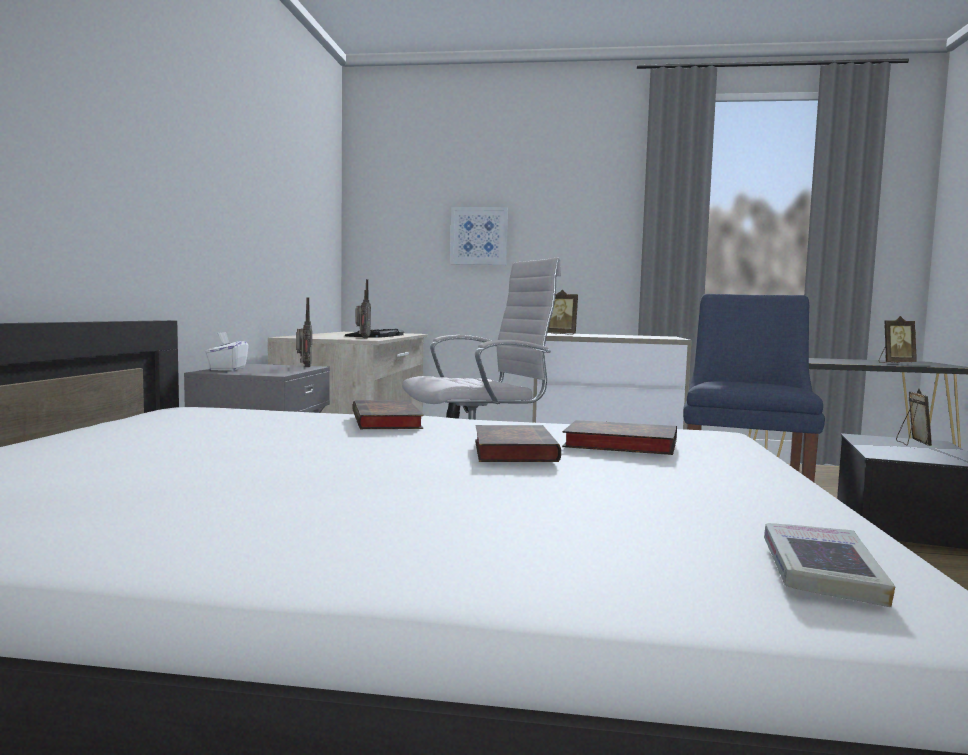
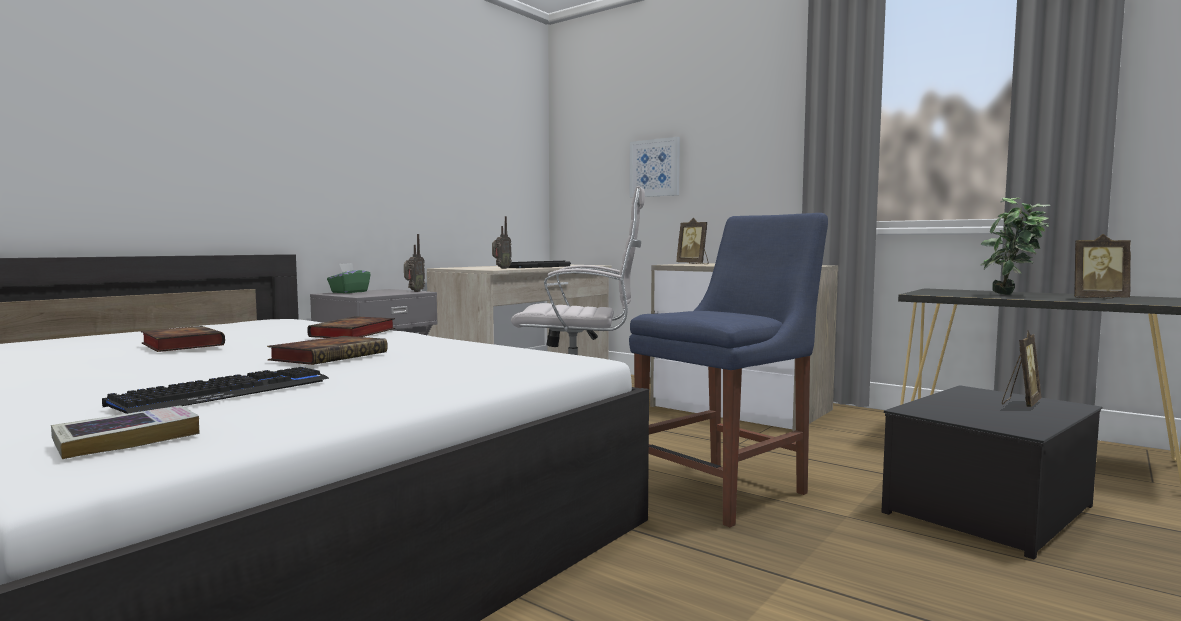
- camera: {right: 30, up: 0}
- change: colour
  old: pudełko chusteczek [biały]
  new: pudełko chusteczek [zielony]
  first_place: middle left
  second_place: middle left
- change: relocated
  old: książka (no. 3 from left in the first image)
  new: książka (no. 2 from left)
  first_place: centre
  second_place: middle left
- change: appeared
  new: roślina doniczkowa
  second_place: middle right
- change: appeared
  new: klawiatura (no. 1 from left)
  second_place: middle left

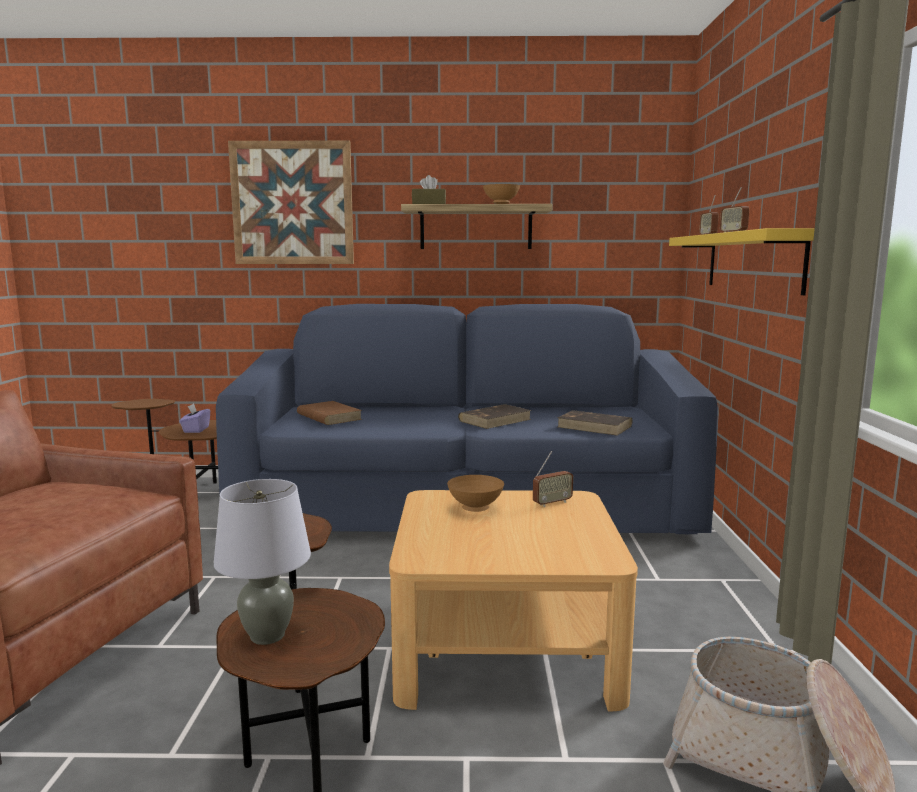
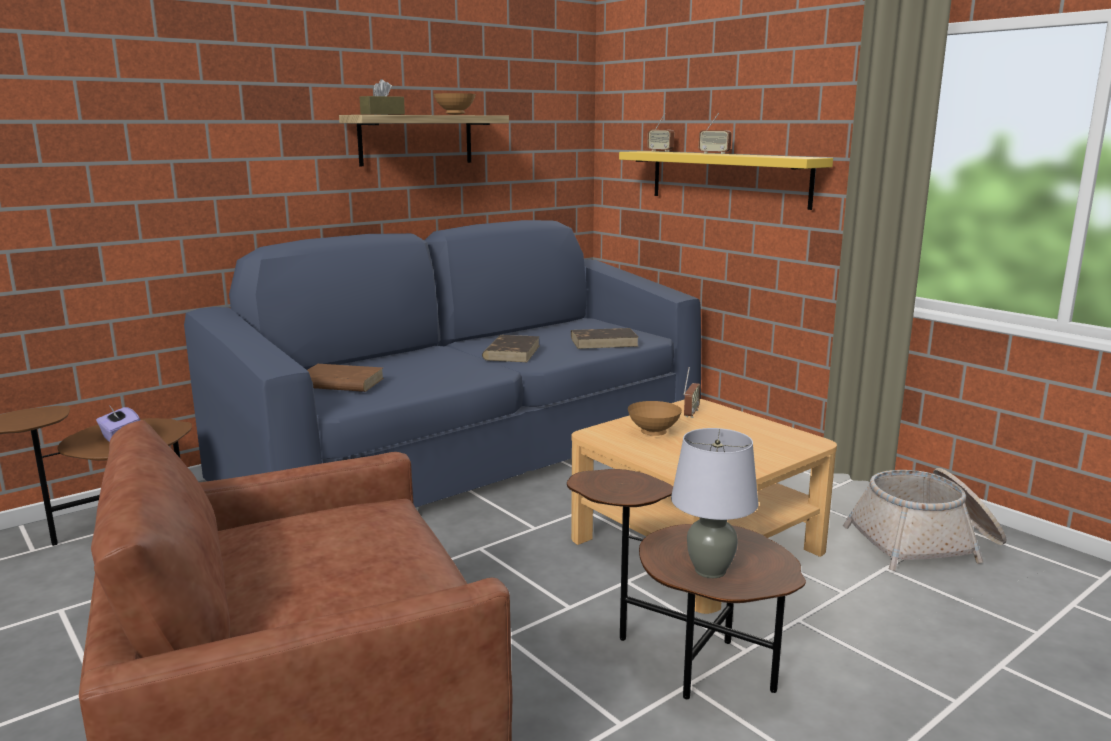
- camera: {right: -40, up: 5}
- change: missing
  old: obraz
  first_place: top left

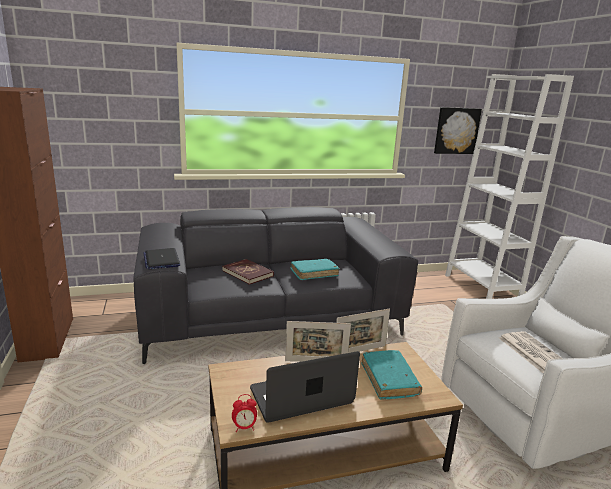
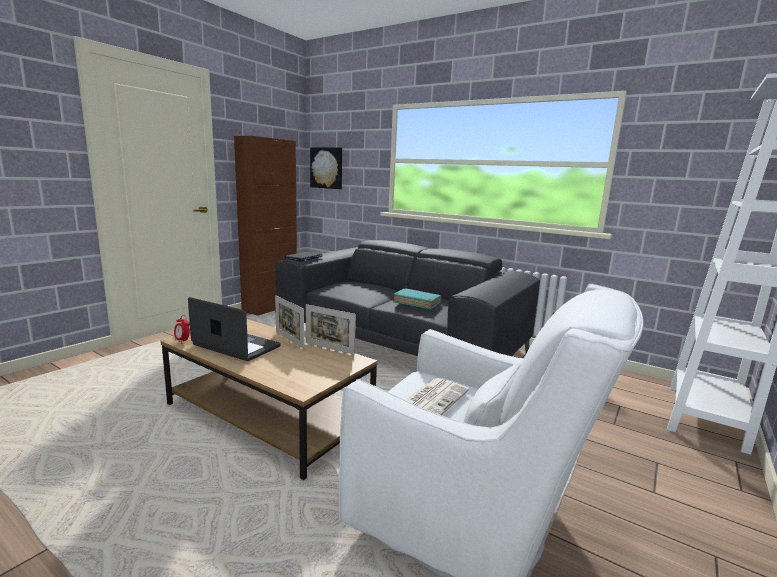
- camera: {right: 50, up: -5}
- change: relocated
  old: obraz
  first_place: top right
  second_place: top centre
- change: missing
  old: książka [czerwony]
  first_place: centre
- change: missing
  old: książka [turkusowy] (no. 2 from left)
  first_place: bottom centre

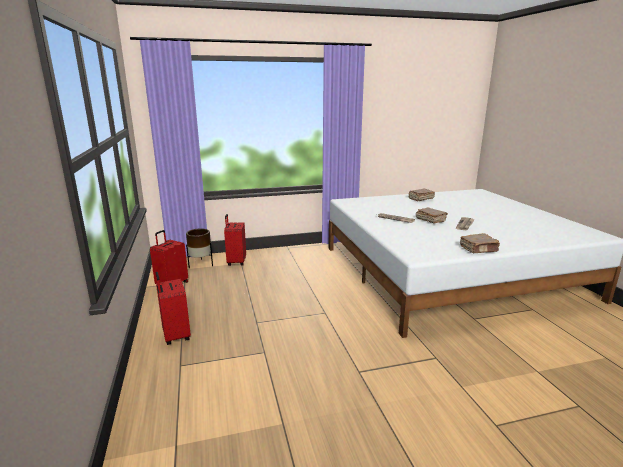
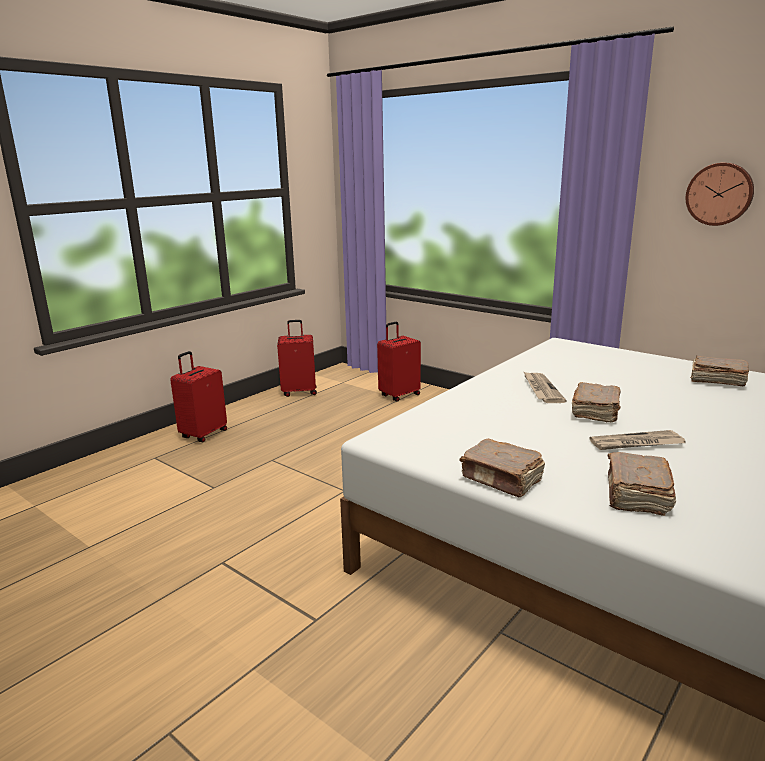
- camera: {right: 55, up: 0}
- change: missing
  old: donica [brązowy]
  first_place: middle left
- change: appeared
  new: zegar ścienny
  second_place: top right
- change: appeared
  new: książka [brązowy] (no. 3 from left)
  second_place: middle right

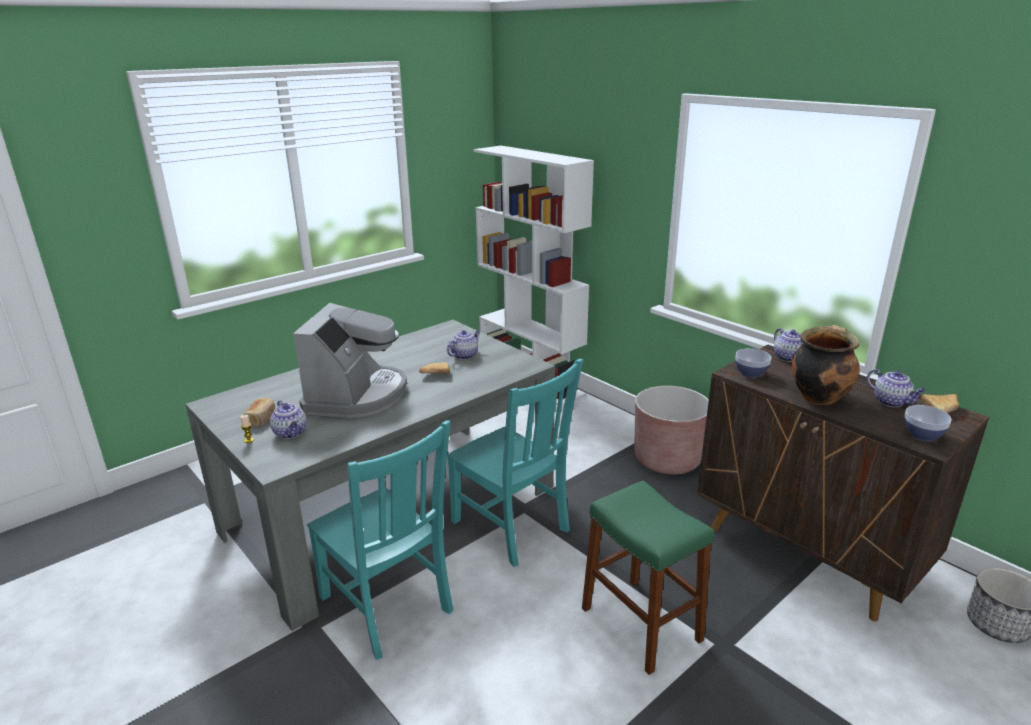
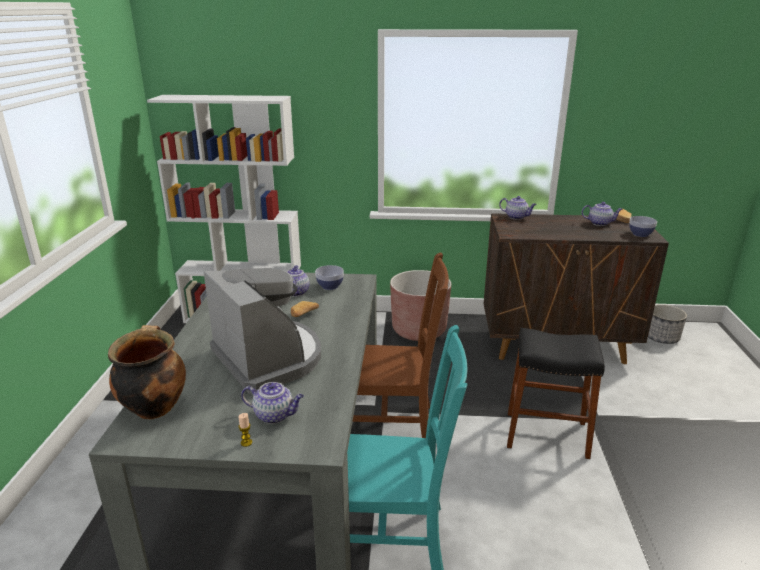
- camera: {right: -45, up: 0}
- change: relocated
  old: garnek
  first_place: middle right
  second_place: middle left
- change: relocated
  old: miska (no. 1 from left)
  first_place: middle right
  second_place: centre
- change: colour
  old: krzesło [turkusowy] (no. 2 from left)
  new: krzesło [brązowy]
  first_place: centre
  second_place: centre
- change: missing
  old: chleb (no. 1 from left)
  first_place: middle left
- change: colour
  old: stołek [zielony]
  new: stołek [czarny]
  first_place: bottom centre
  second_place: bottom right

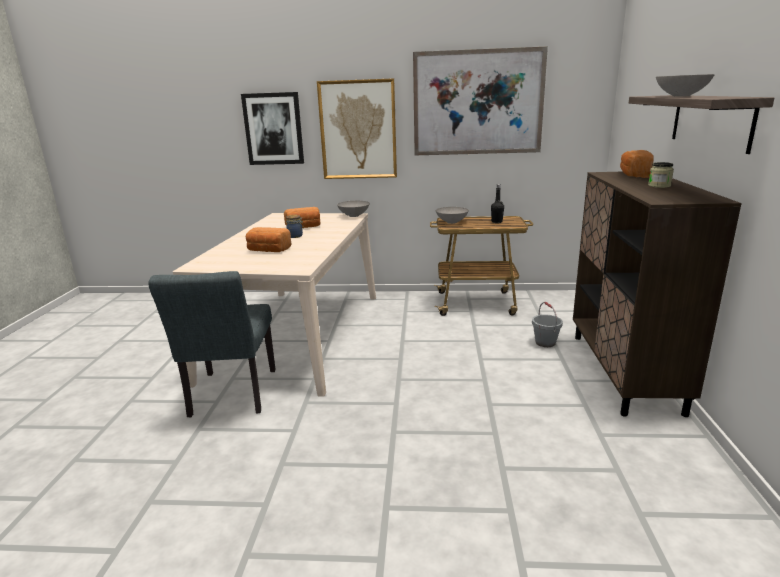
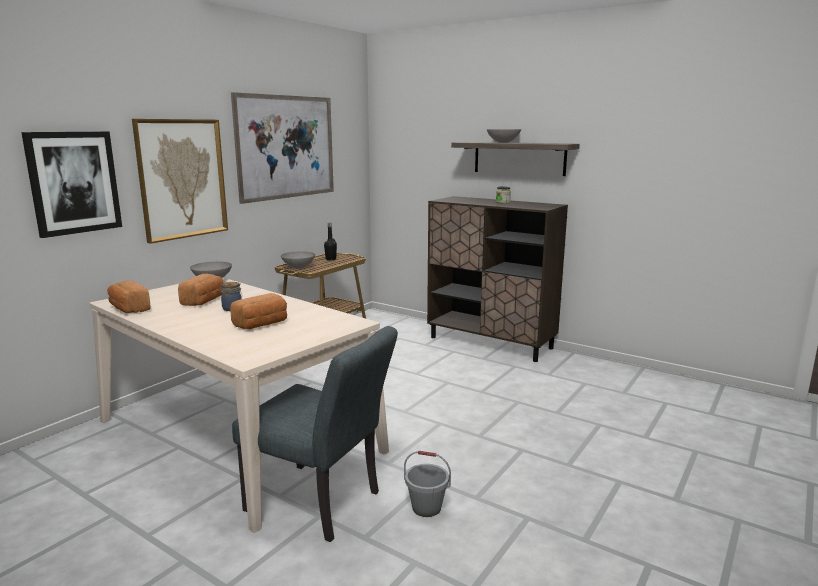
- camera: {right: -60, up: -5}
- change: relocated
  old: chleb (no. 3 from left in the first image)
  new: chleb (no. 1 from left)
  first_place: top right
  second_place: middle left
- change: relocated
  old: wiadro [szary]
  first_place: middle right
  second_place: bottom centre

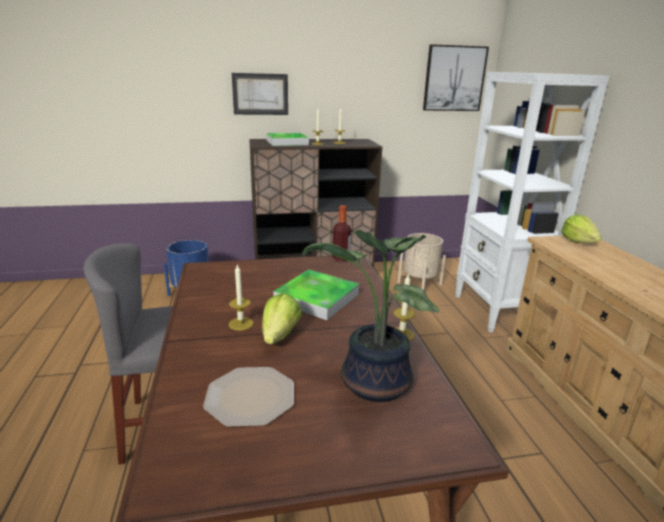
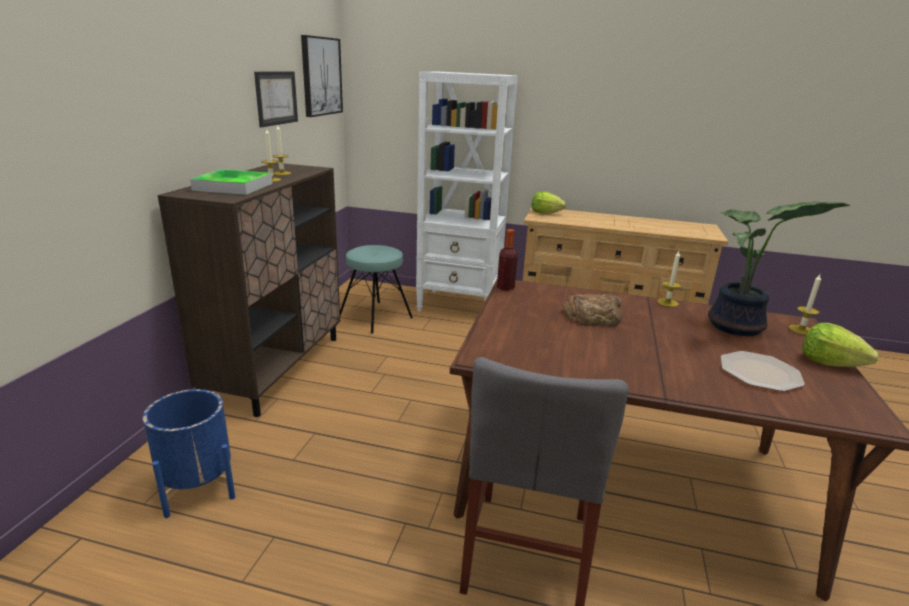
- camera: {right: -65, up: 0}
- change: relocated
  old: obraz (no. 1 from left)
  first_place: top centre
  second_place: top left
- change: exchanged
  old: donica [beżowy]
  new: stołek [turkusowy]
  first_place: centre
  second_place: centre
- change: relocated
  old: świeca (no. 1 from left in the first image)
  new: świeca (no. 4 from left)
  first_place: centre
  second_place: middle right
- change: exchanged
  old: taca (no. 2 from left)
  new: chleb
  first_place: centre
  second_place: centre
- change: relocated
  old: sałata (no. 1 from left in the first image)
  new: sałata (no. 2 from left)
  first_place: centre
  second_place: middle right

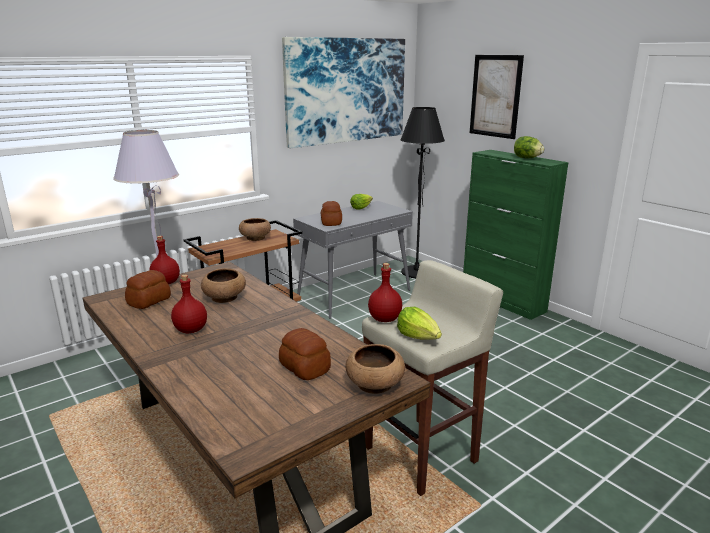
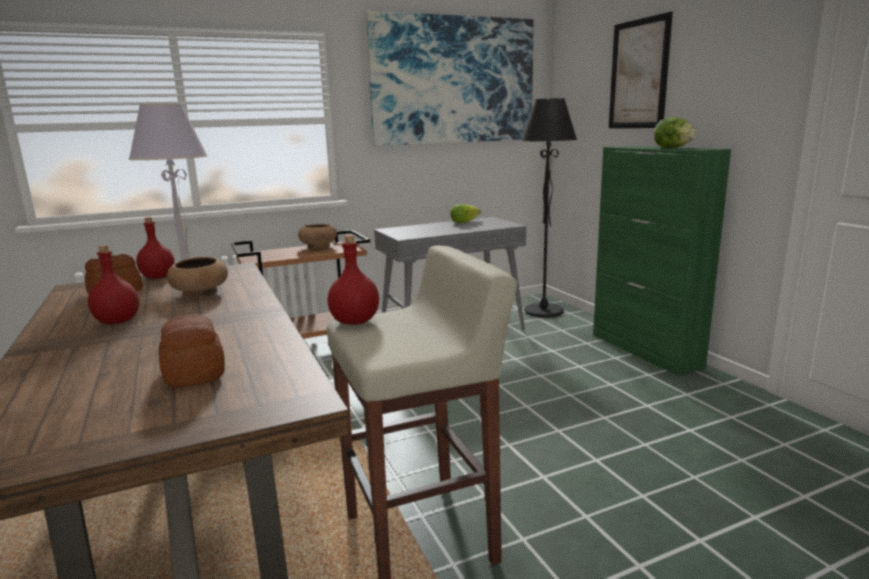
- camera: {right: 15, up: -5}
- change: missing
  old: chleb (no. 3 from left)
  first_place: centre
- change: missing
  old: sałata (no. 2 from left)
  first_place: centre
- change: missing
  old: miska [brązowy] (no. 3 from left)
  first_place: bottom centre

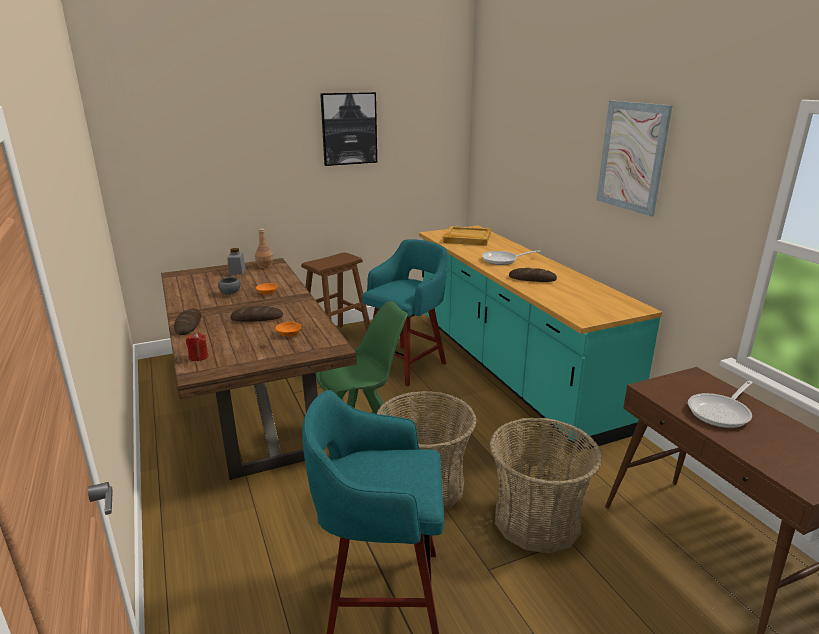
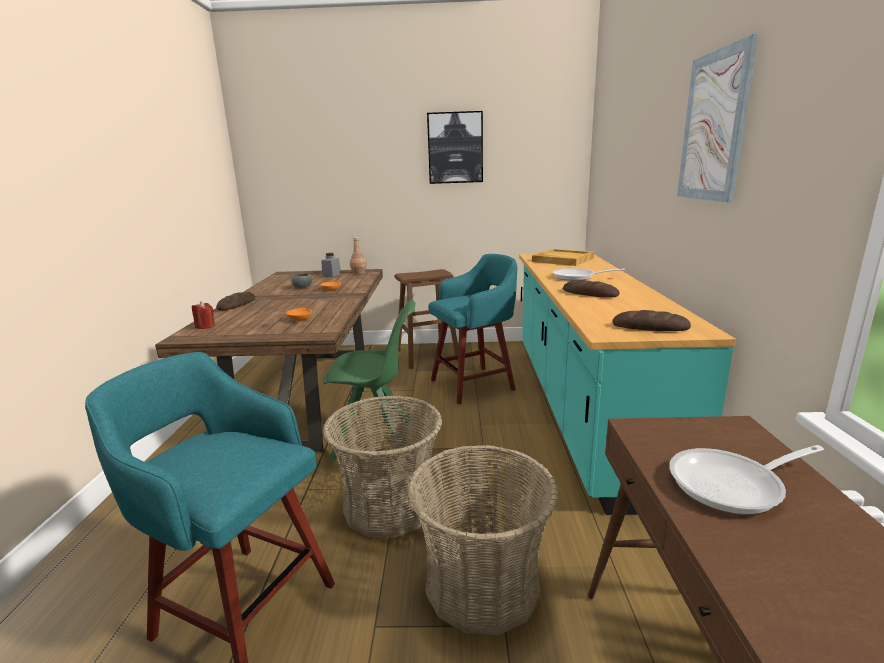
- camera: {right: 25, up: -5}
- change: relocated
  old: chleb (no. 2 from left in the first image)
  new: chleb (no. 3 from left)
  first_place: middle left
  second_place: middle right

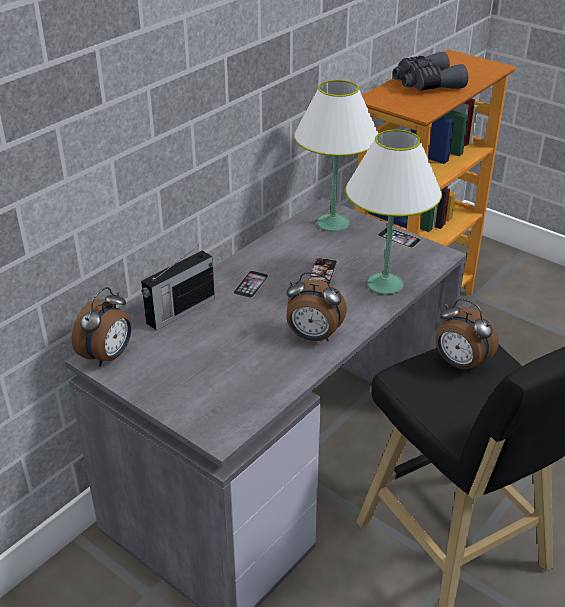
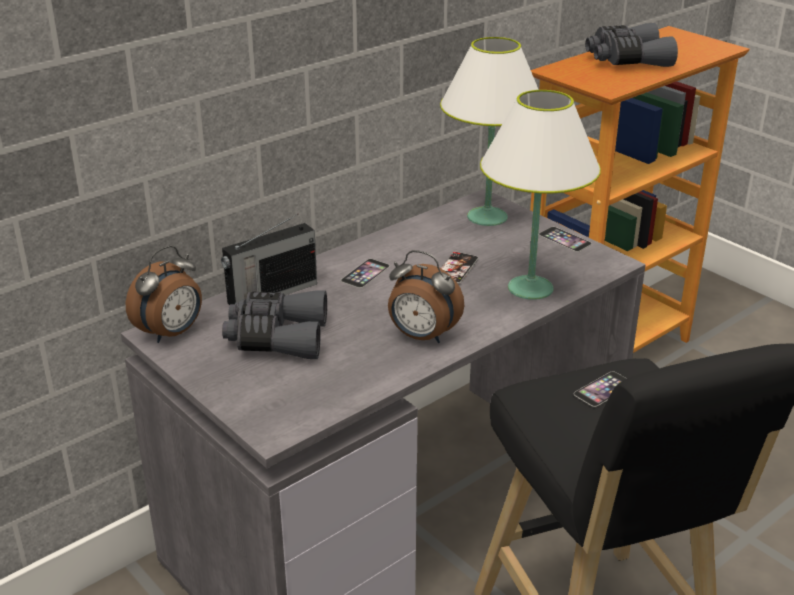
- camera: {right: 10, up: -5}
- change: exchanged
  old: budzik (no. 3 from left)
  new: telefon (no. 4 from left)
  first_place: middle right
  second_place: middle right
- change: appeared
  new: lornetka [szary] (no. 1 from left)
  second_place: centre

